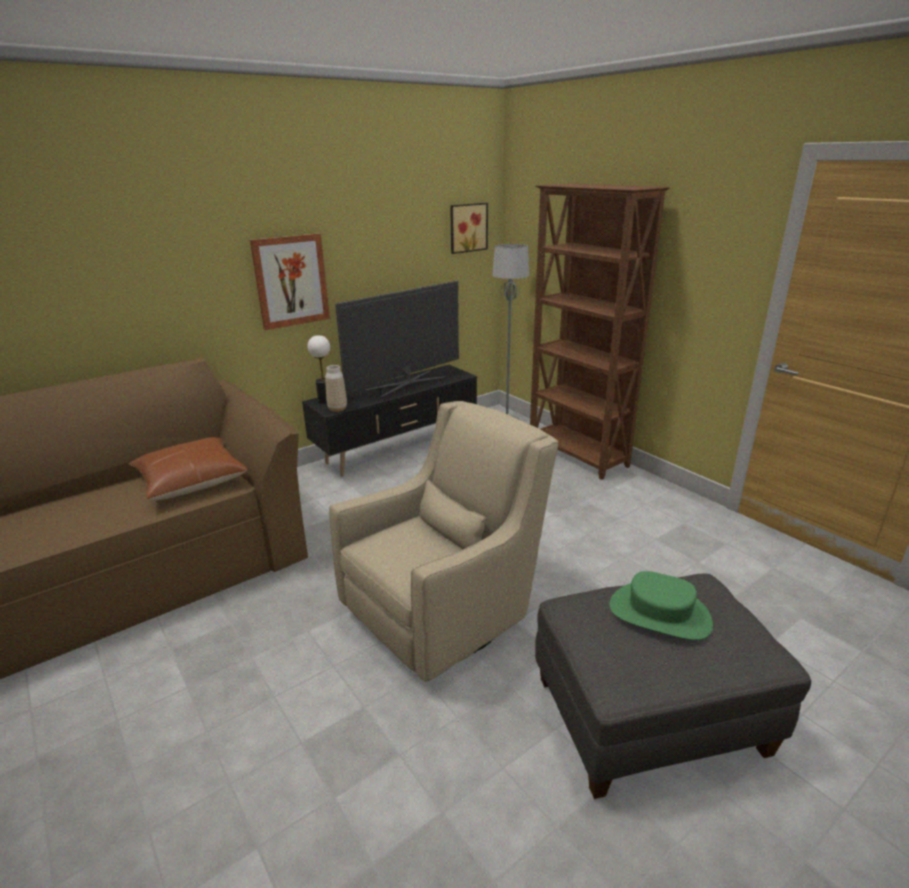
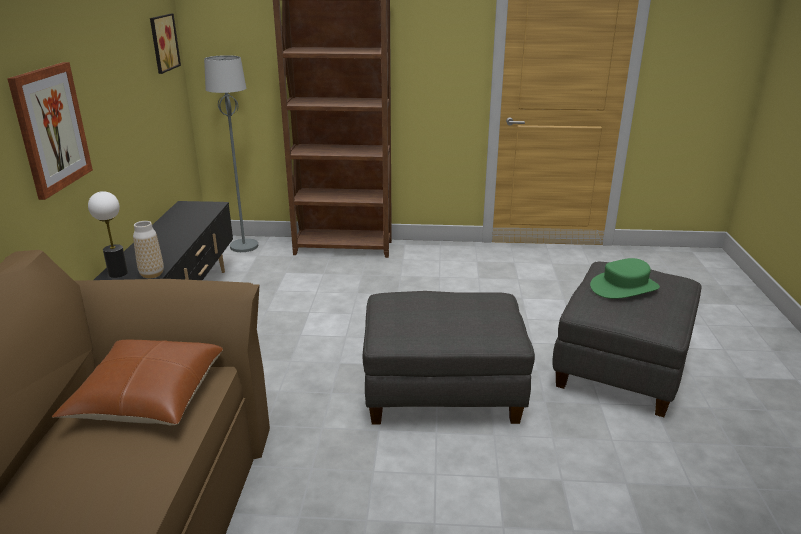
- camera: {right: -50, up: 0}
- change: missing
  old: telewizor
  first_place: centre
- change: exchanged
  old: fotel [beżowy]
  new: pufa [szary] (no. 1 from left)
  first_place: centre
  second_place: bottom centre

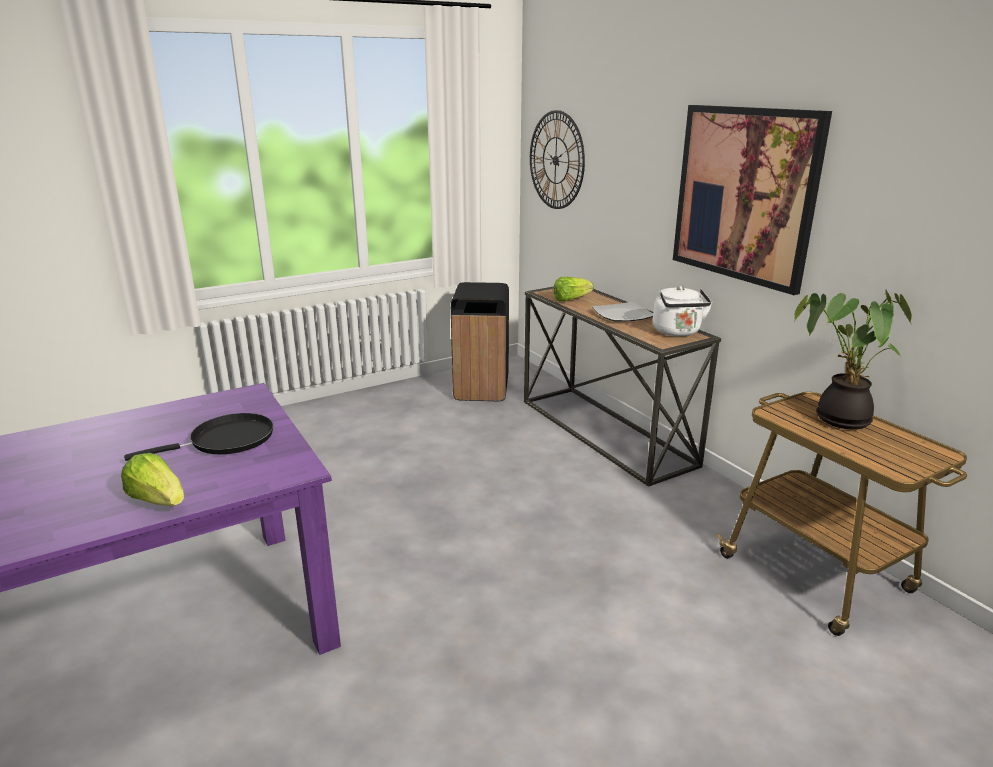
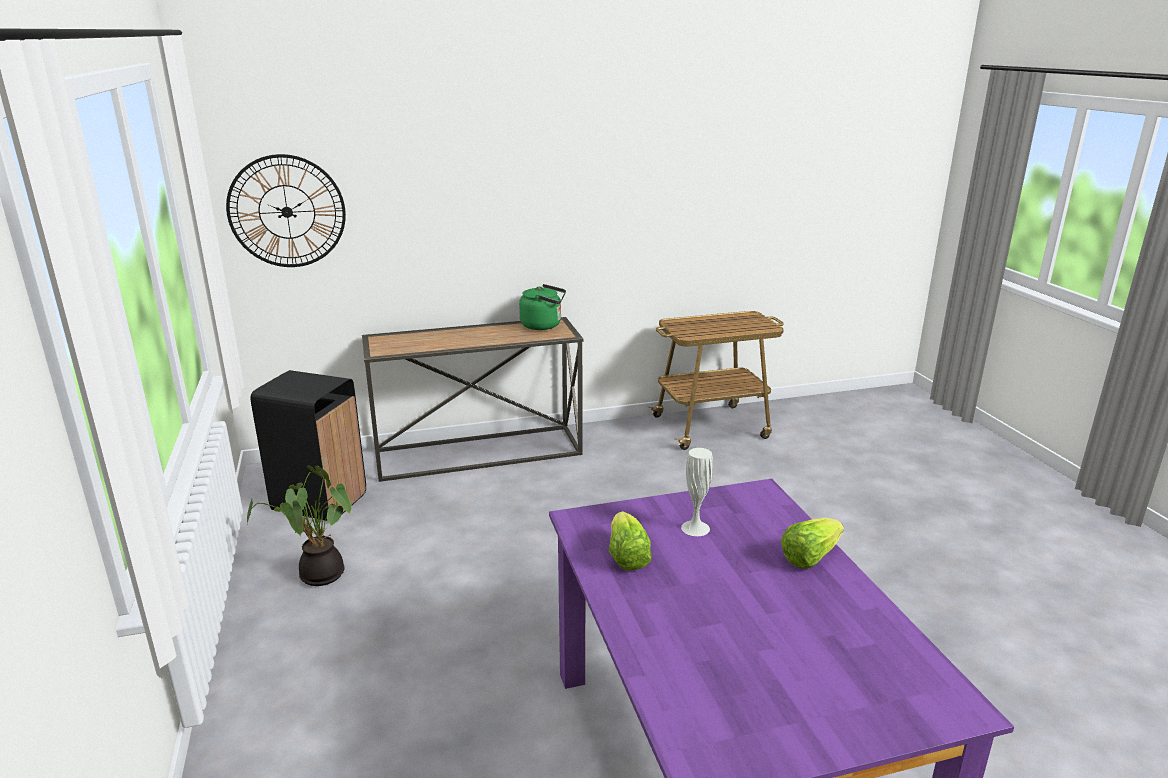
- camera: {right: -75, up: 0}
- change: missing
  old: obraz
  first_place: top right
- change: relocated
  old: sałata (no. 2 from left in the first image)
  new: sałata (no. 1 from left)
  first_place: centre
  second_place: bottom centre
- change: colour
  old: czajnik [biały]
  new: czajnik [zielony]
  first_place: middle right
  second_place: centre
- change: relocated
  old: roślina doniczkowa
  first_place: middle right
  second_place: bottom left
- change: missing
  old: talerz
  first_place: centre
- change: exchanged
  old: patelnia [czarny]
  new: wazon [biały]
  first_place: middle left
  second_place: centre

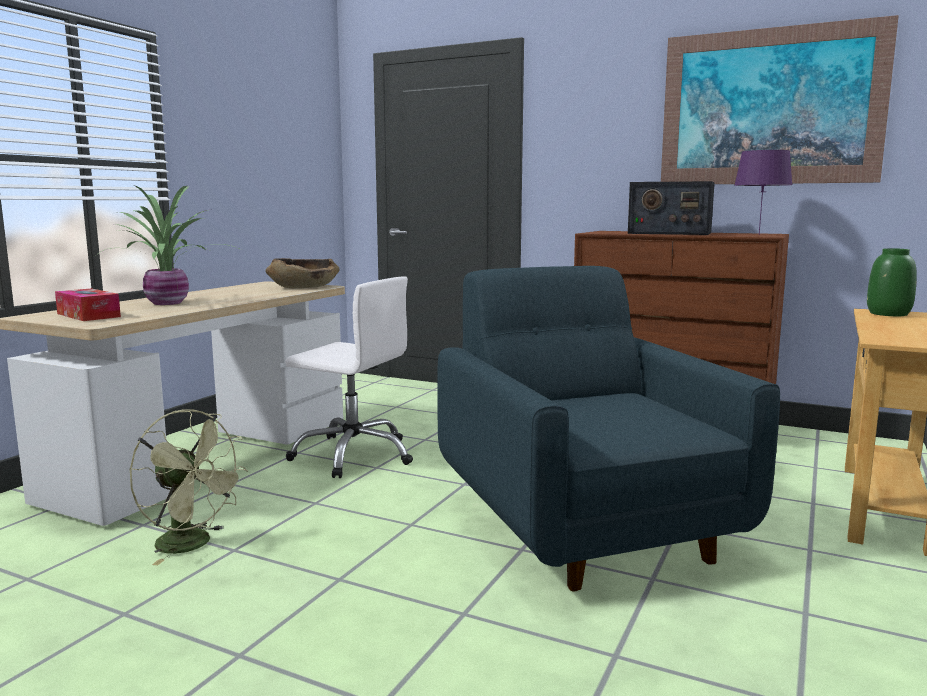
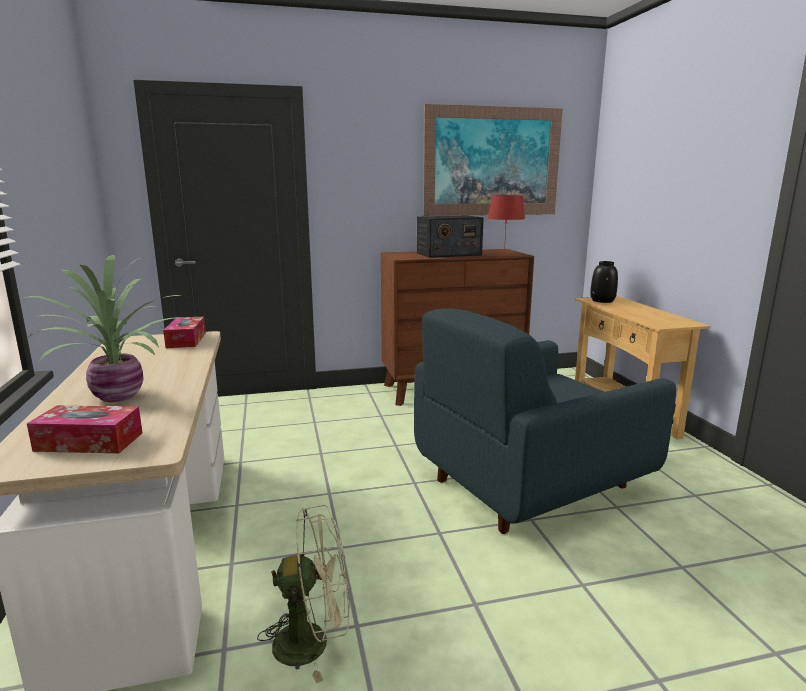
- camera: {right: -40, up: 5}
- change: colour
  old: lampa stołowa [fioletowy]
  new: lampa stołowa [czerwony]
  first_place: top right
  second_place: top centre
- change: colour
  old: wazon [zielony]
  new: wazon [czarny]
  first_place: middle right
  second_place: middle right
- change: exchanged
  old: miska [brązowy]
  new: pudełko chusteczek (no. 2 from left)
  first_place: middle left
  second_place: middle left
- change: spun
  old: fotel [niebieski]
  first_place: centre
  second_place: middle right
  degrees: -60
- change: missing
  old: krzesło biurowe [biały]
  first_place: centre

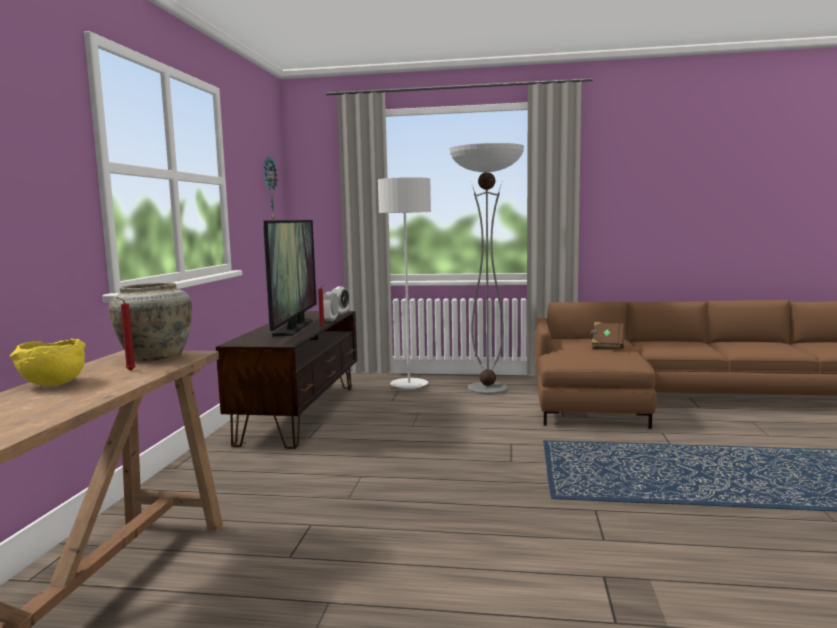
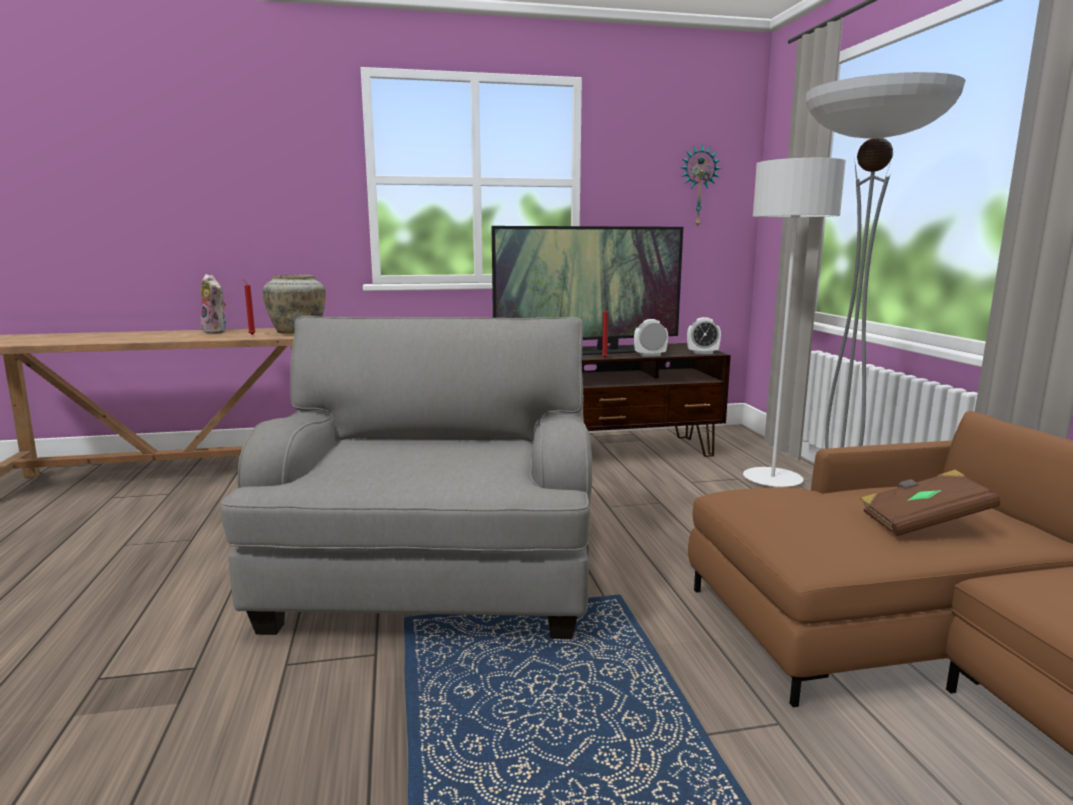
- camera: {right: 70, up: 5}
- change: exchanged
  old: miska [żółty]
  new: pluszak
  first_place: middle left
  second_place: middle left
- change: appeared
  new: fotel [szary]
  second_place: centre

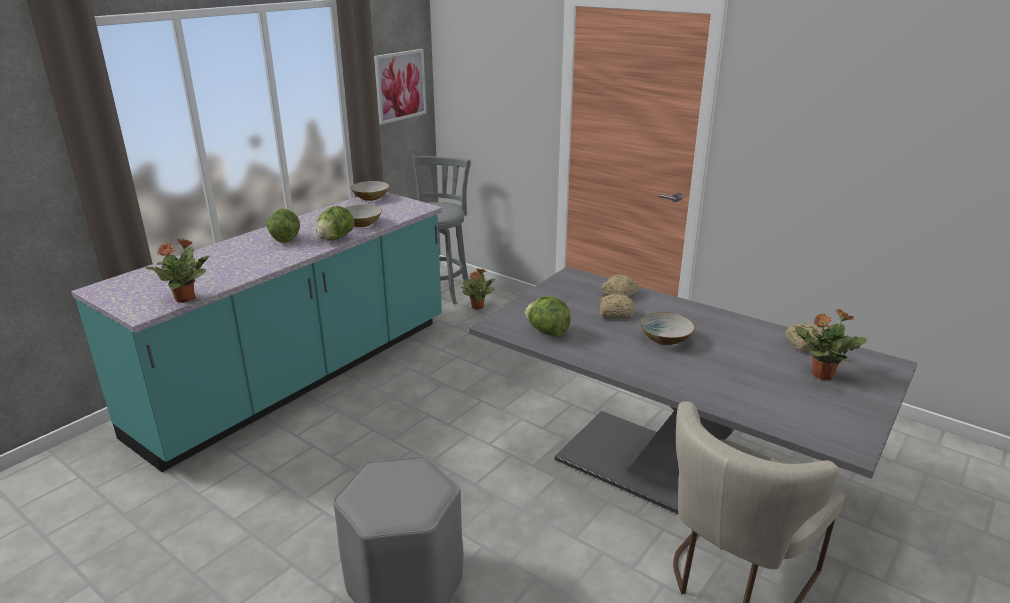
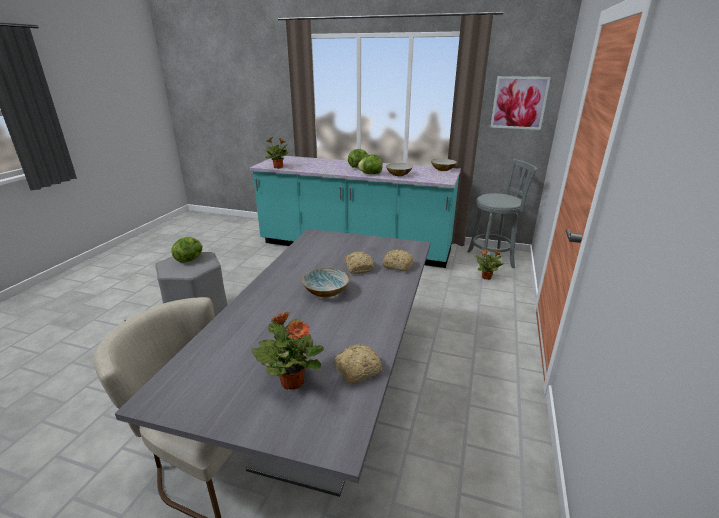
- camera: {right: 70, up: 0}
- change: relocated
  old: sałata (no. 3 from left in the first image)
  new: sałata (no. 1 from left)
  first_place: centre
  second_place: middle left

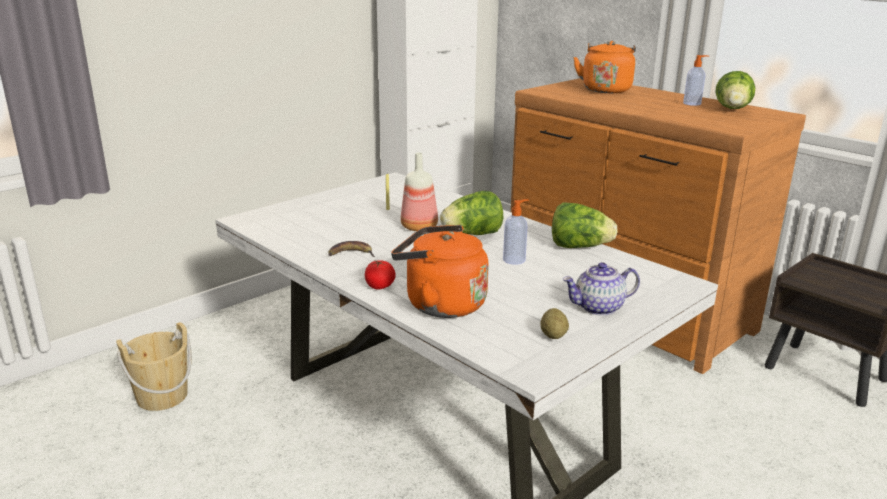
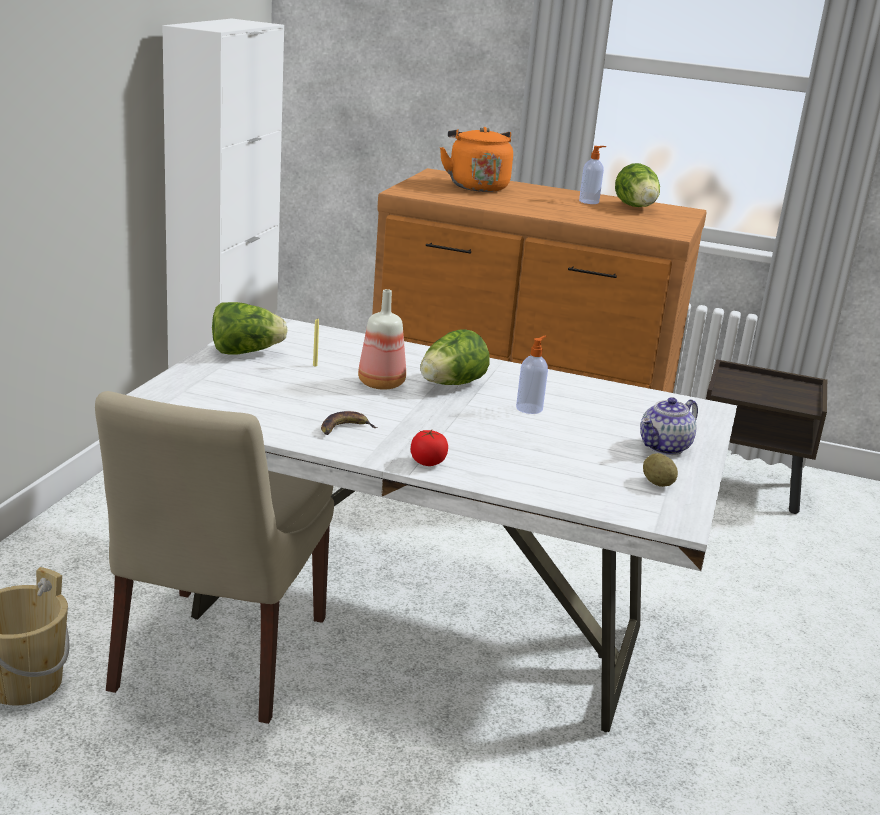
- camera: {right: -30, up: 0}
- change: relocated
  old: sałata (no. 2 from left in the first image)
  new: sałata (no. 1 from left)
  first_place: centre
  second_place: middle left
- change: missing
  old: czajnik [pomarańczowy] (no. 1 from left)
  first_place: centre
- change: appeared
  new: krzesło [beżowy]
  second_place: bottom left

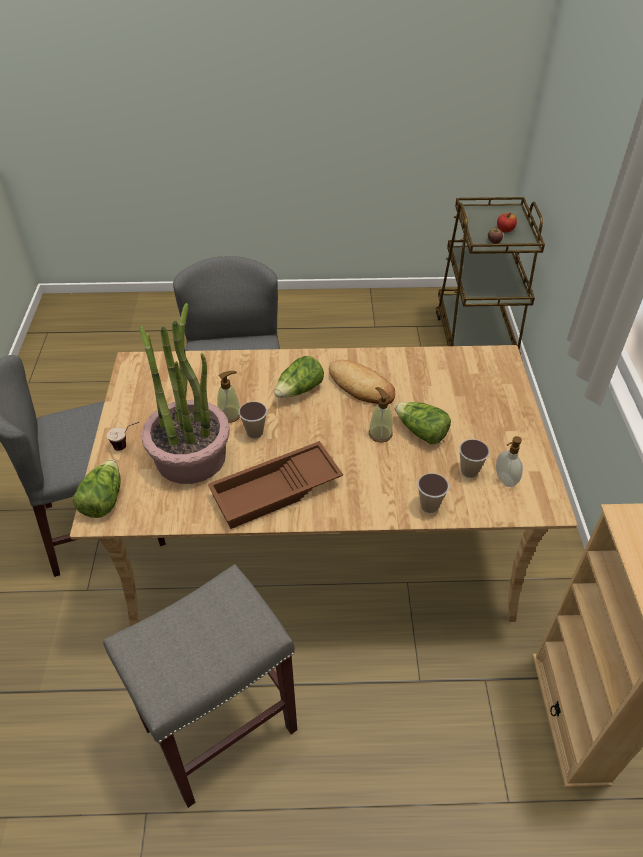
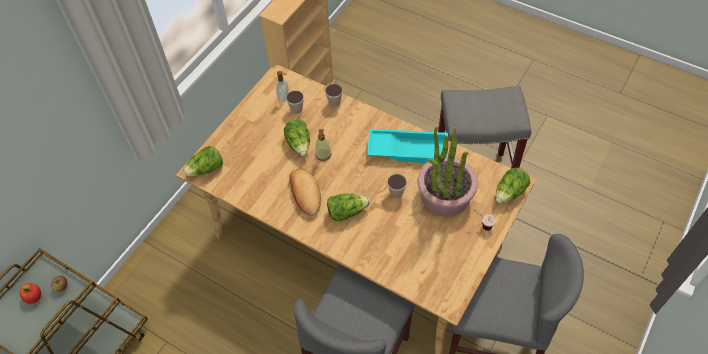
- camera: {right: -145, up: 10}
- change: missing
  old: dozownik mydła (no. 1 from left)
  first_place: centre
- change: colour
  old: taca [brązowy]
  new: taca [turkusowy]
  first_place: centre
  second_place: centre
- change: appeared
  new: sałata (no. 1 from left)
  second_place: middle left

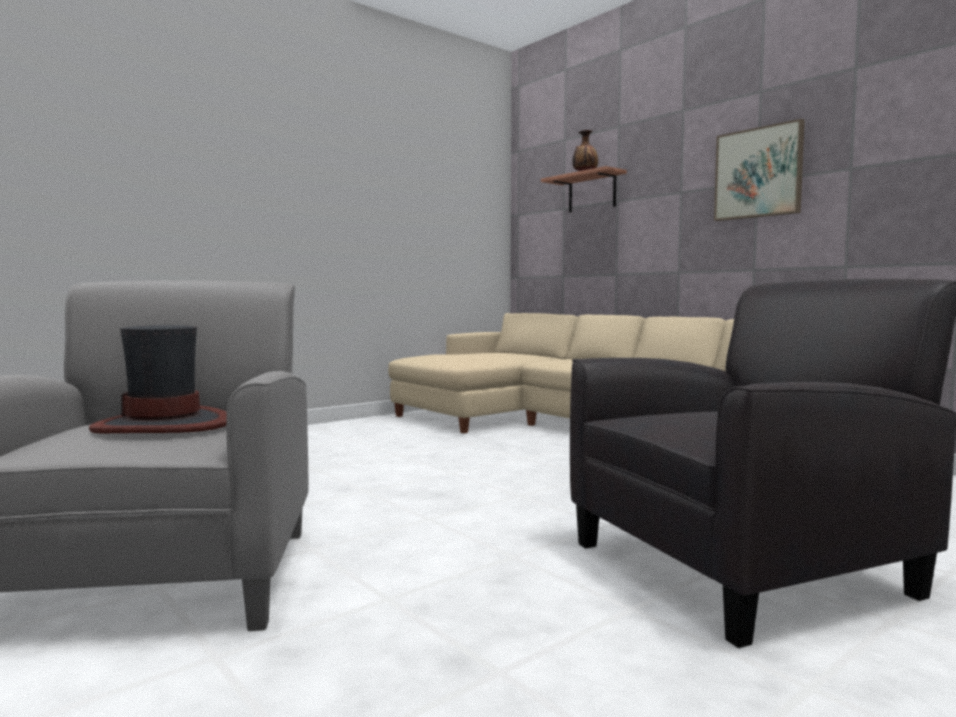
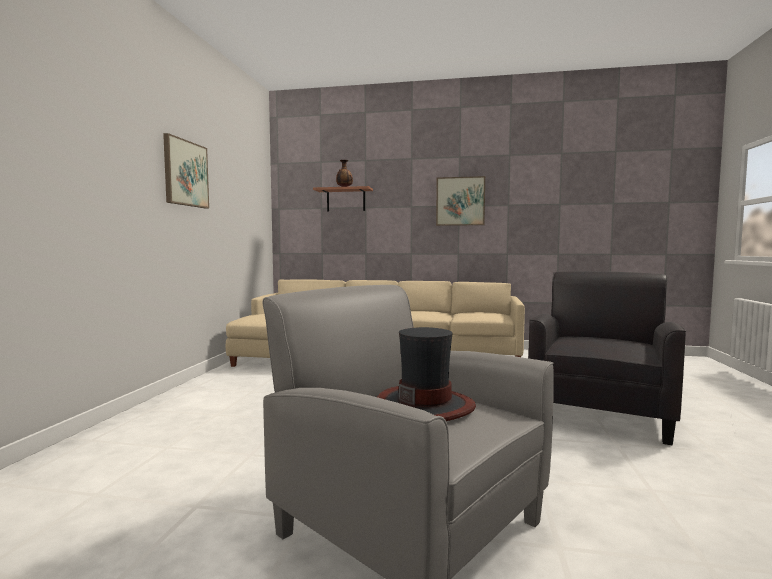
- camera: {right: -40, up: 0}
- change: appeared
  new: obraz (no. 1 from left)
  second_place: top left

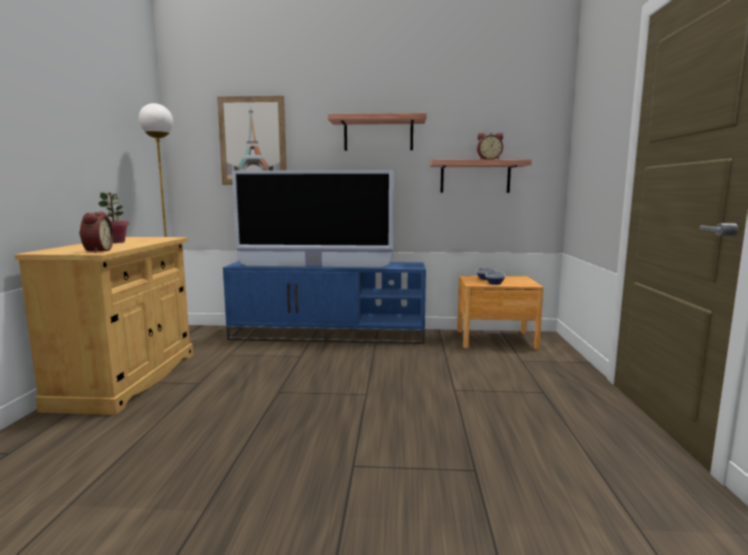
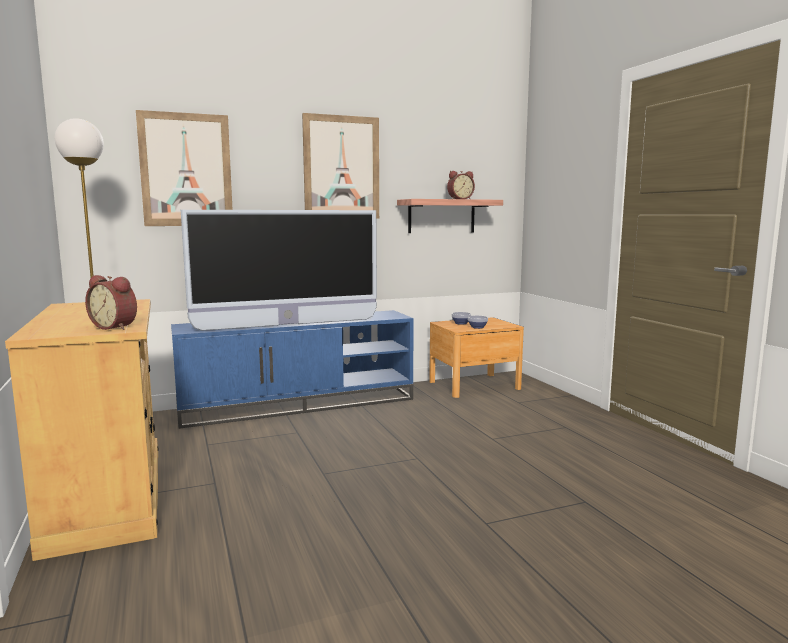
- camera: {right: -25, up: 0}
- change: exchanged
  old: półka (no. 1 from left)
  new: obraz (no. 2 from left)
  first_place: top centre
  second_place: top centre
- change: missing
  old: roślina doniczkowa
  first_place: middle left
- change: spun
  old: budzik (no. 1 from left)
  first_place: middle left
  second_place: middle left
  degrees: 150

